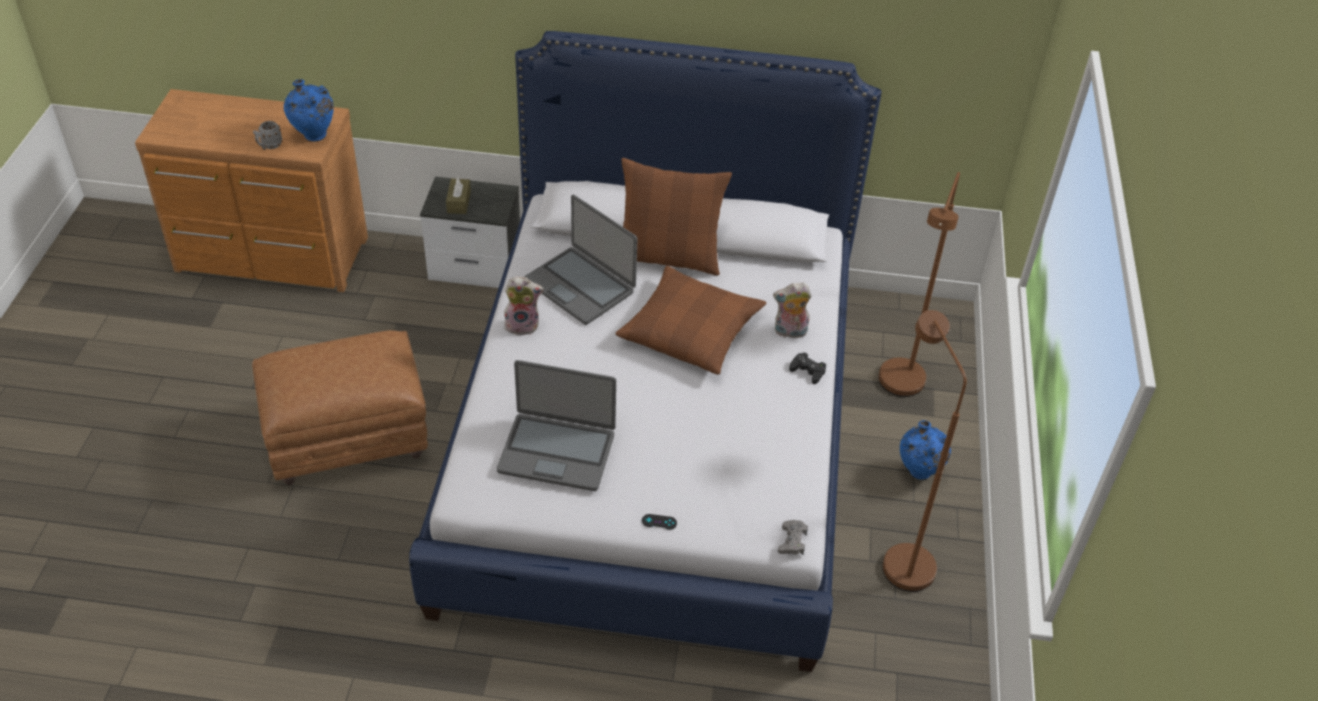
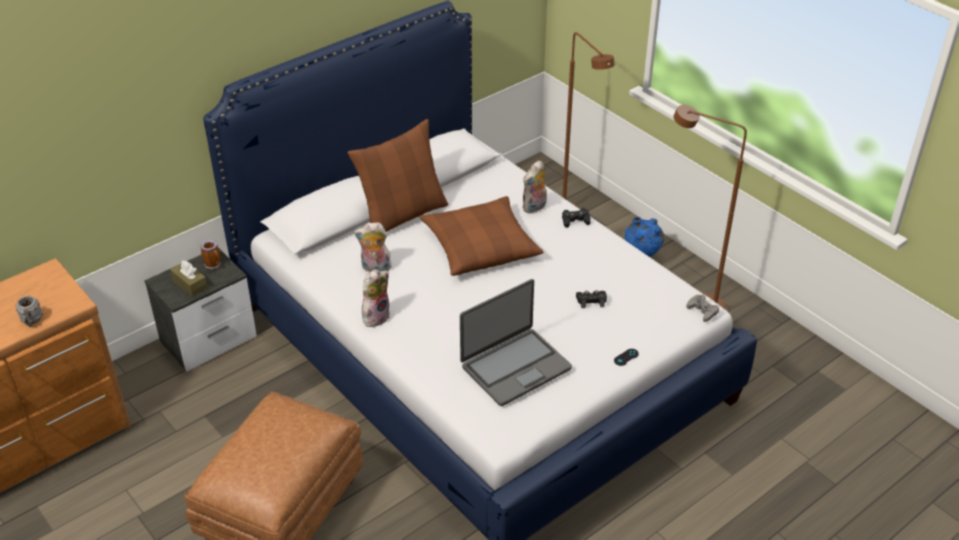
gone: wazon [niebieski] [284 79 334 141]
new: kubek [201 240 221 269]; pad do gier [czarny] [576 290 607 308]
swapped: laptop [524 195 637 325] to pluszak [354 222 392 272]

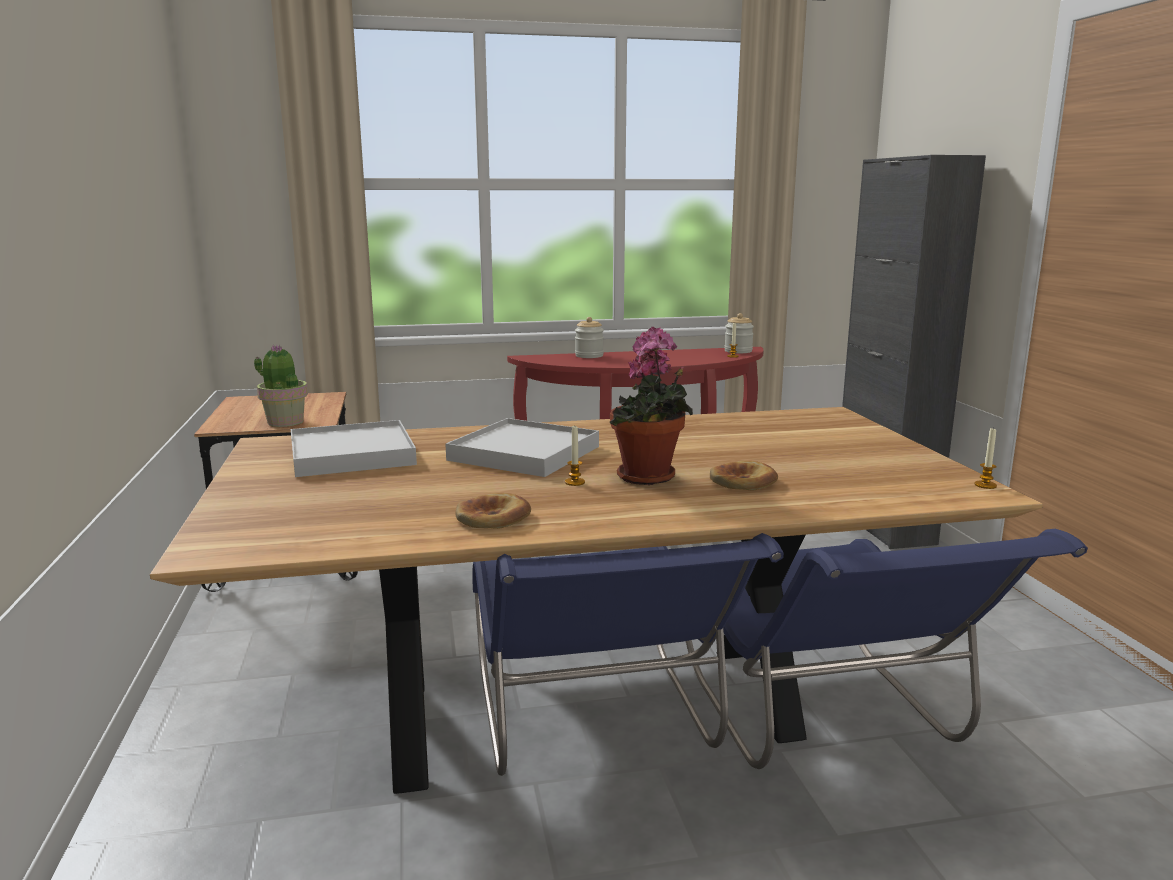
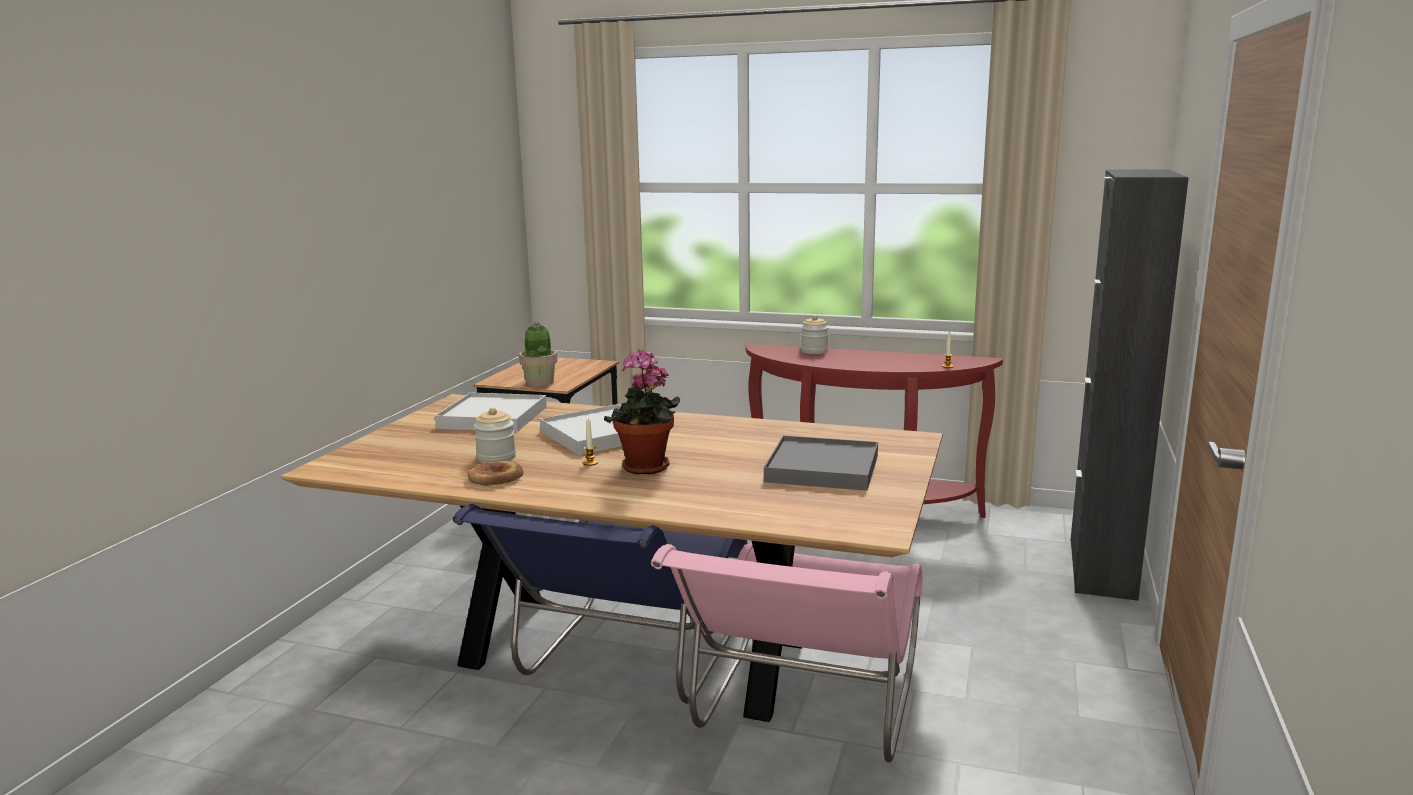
gone: chleb [710 461 778 490]; świeca [974 427 997 489]
new: taca [szary] [764 436 878 491]
shifted: słoik [724 313 754 353] to [474 407 516 463]
repainted: krzesło [niebieski] [686 529 1088 769] to krzesło [różowy] [651 543 923 763]

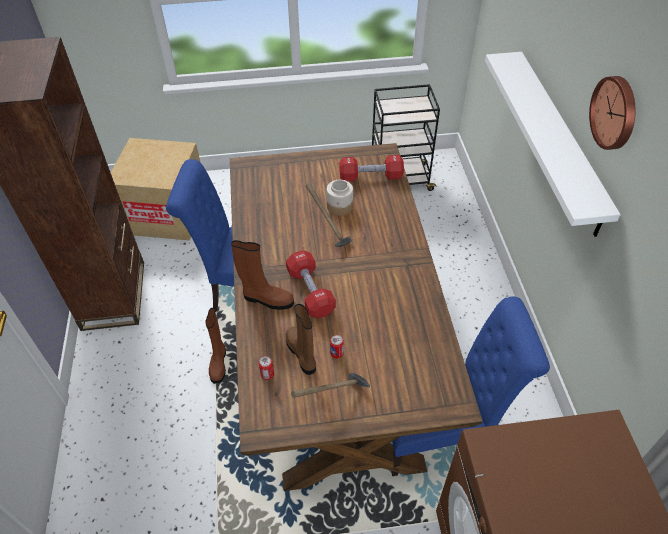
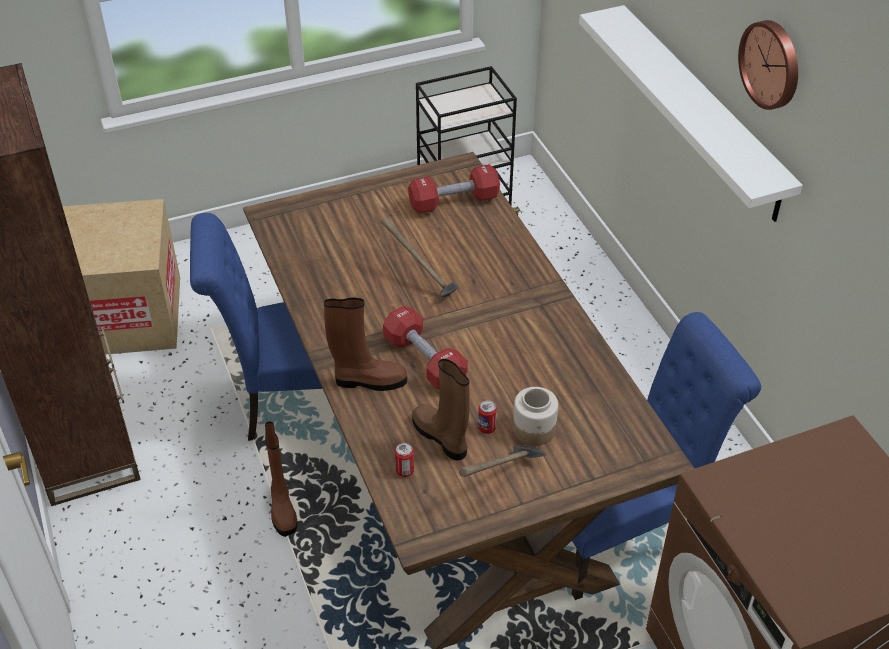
shifted: słoik [326 180 353 216] to [513 387 558 446]

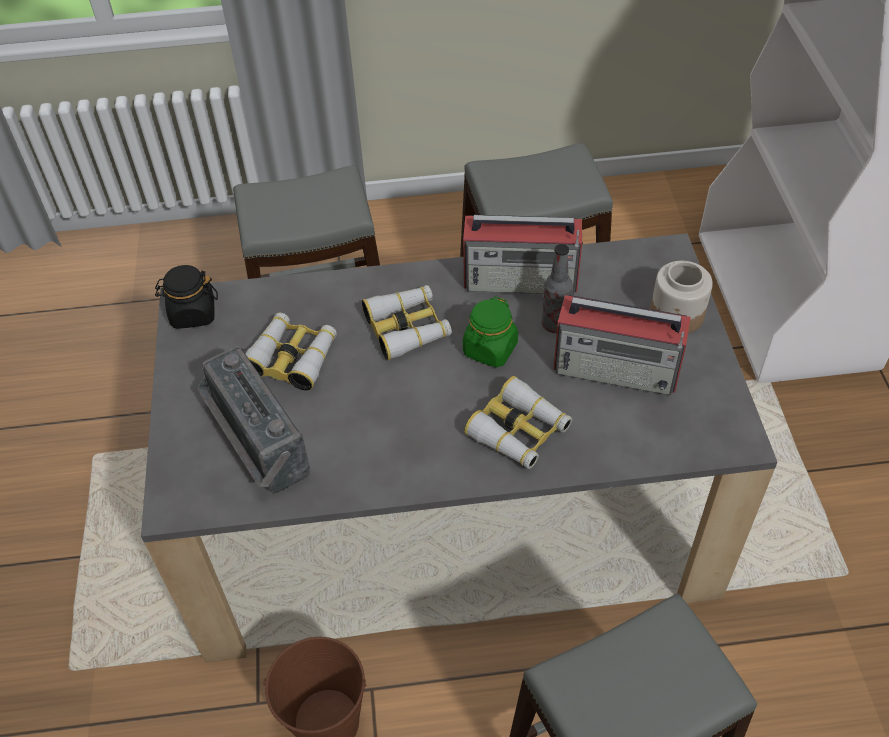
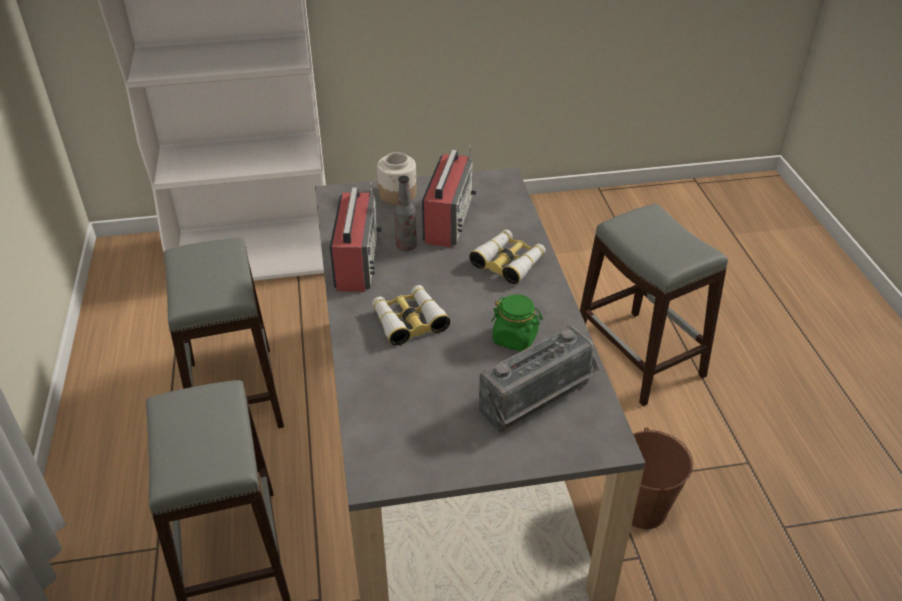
gone: słoik [czarny] [155 265 218 329]; lornetka [245 312 337 391]
shifted: słoik [zielony] [463 297 518 367] to [491 294 543 352]

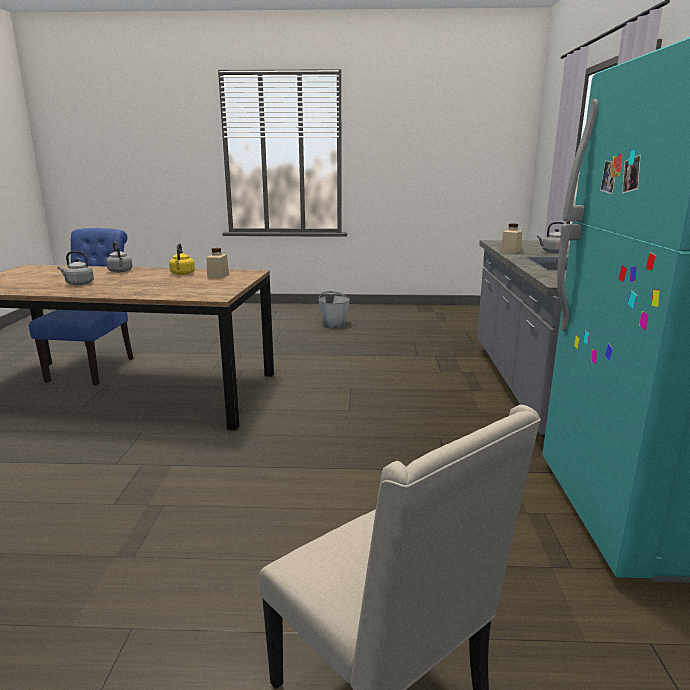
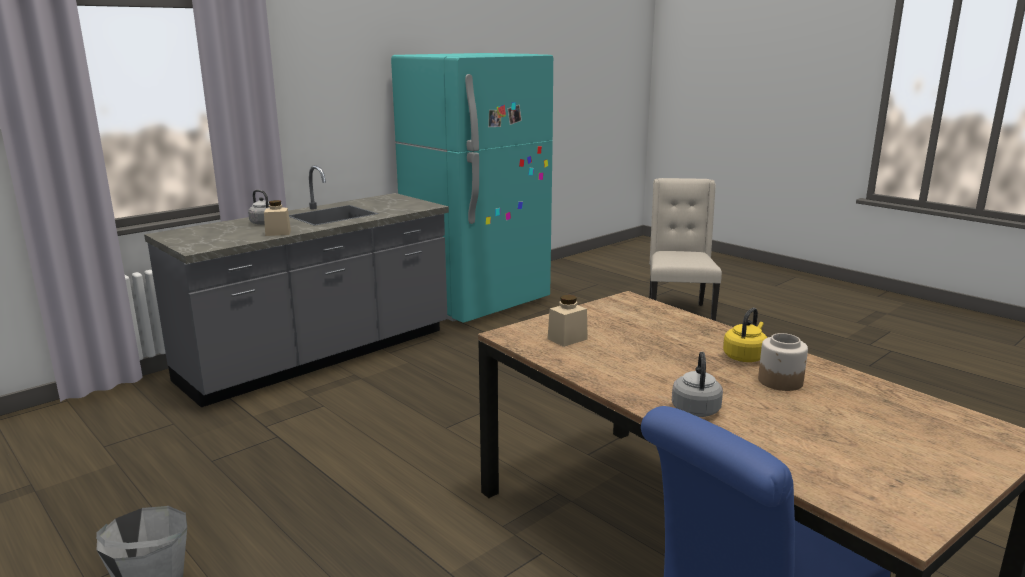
shifted: czajnik [żółty] [169 243 195 275] to [723 308 767 362]
swapped: czajnik [szary] [57 251 94 285] to słoik [758 333 808 391]

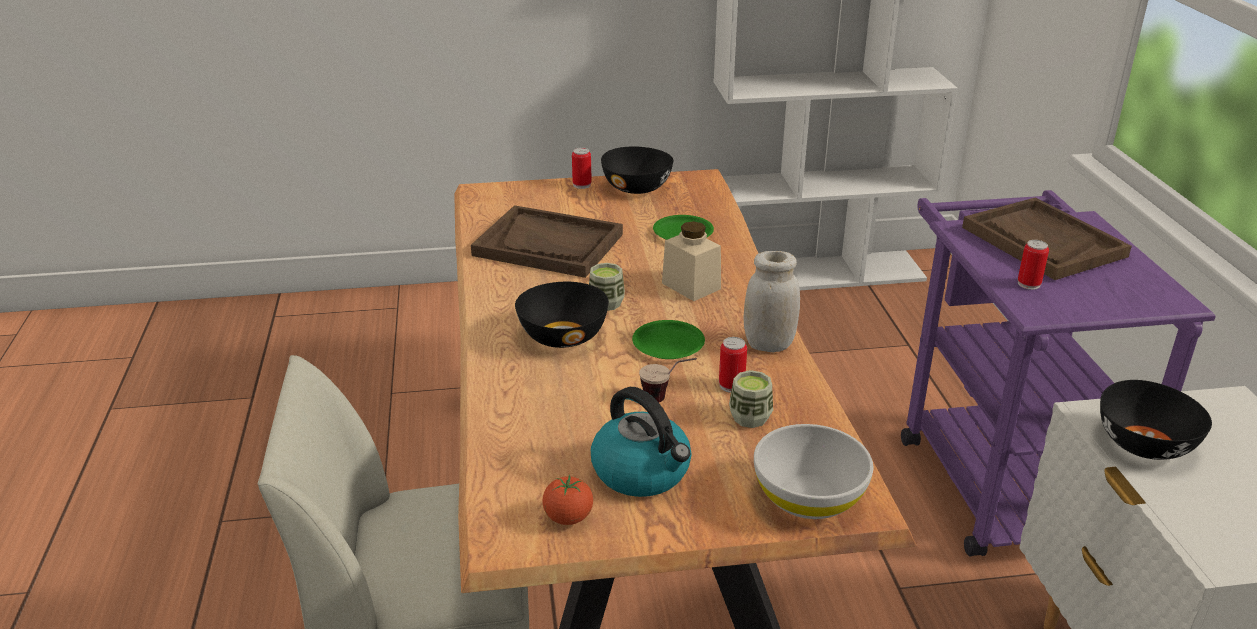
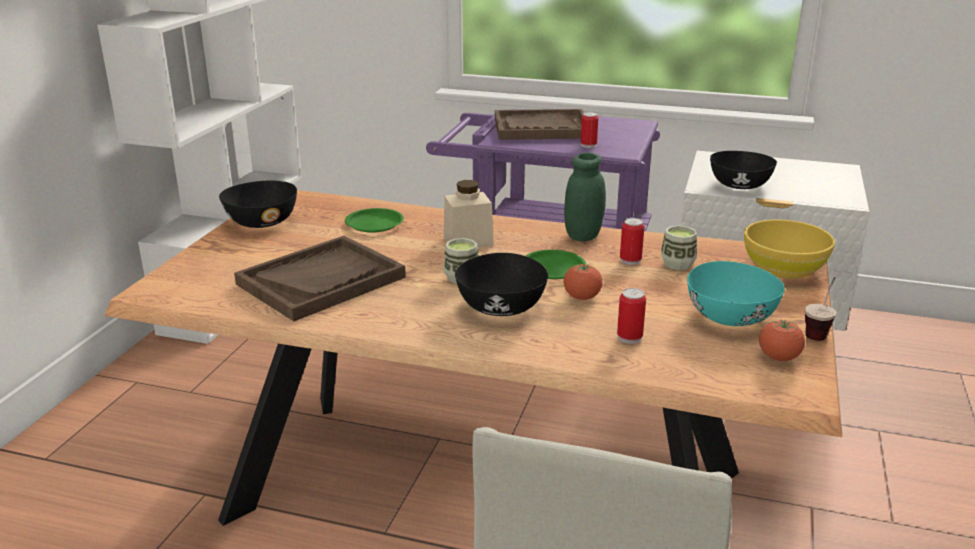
new: pomidor [563 264 603 300]
shifted: puszka [572 148 592 189] to [617 288 646 344]; filiżanka [639 358 697 403] to [805 277 836 341]
swapped: czajnik [591 387 691 497] to miska [turkusowy] [687 261 785 326]
repainted: słoik [biały] [744 251 800 352] to słoik [zielony] [564 153 606 242]; miska [biały] [754 424 873 519] to miska [żółty] [744 219 835 279]

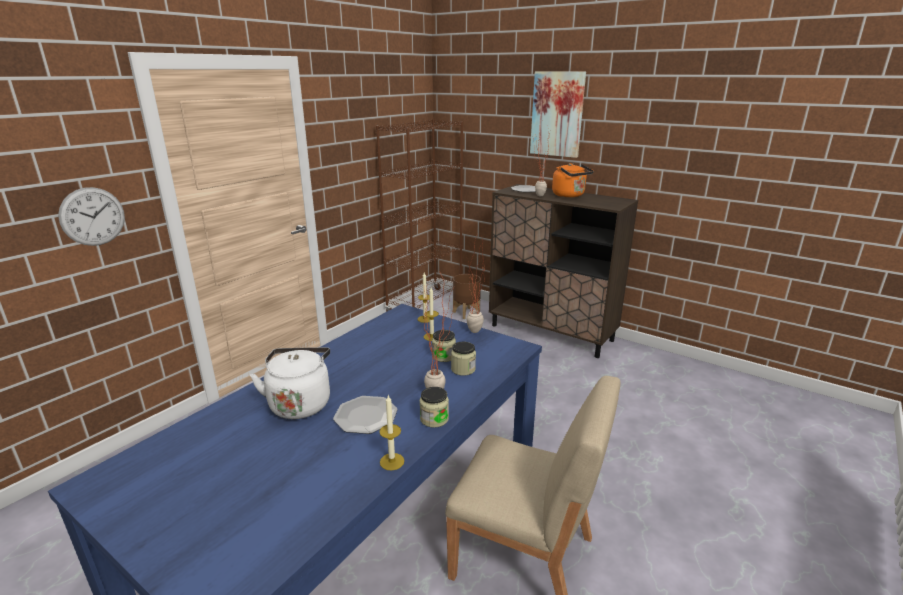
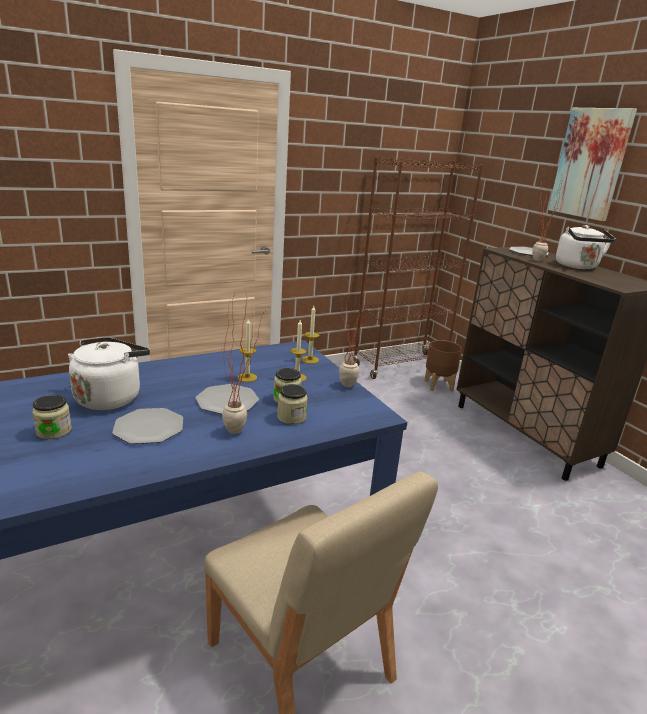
gone: zegar ścienny [58 187 125 246]
new: talerz [196 384 259 414]
shifted: świeca [379 395 404 470] to [238 319 257 382]; słoik [420 387 449 428] to [32 395 72 439]
repainted: czajnik [pomarańczowy] [552 163 594 197] to czajnik [biały] [556 225 616 269]

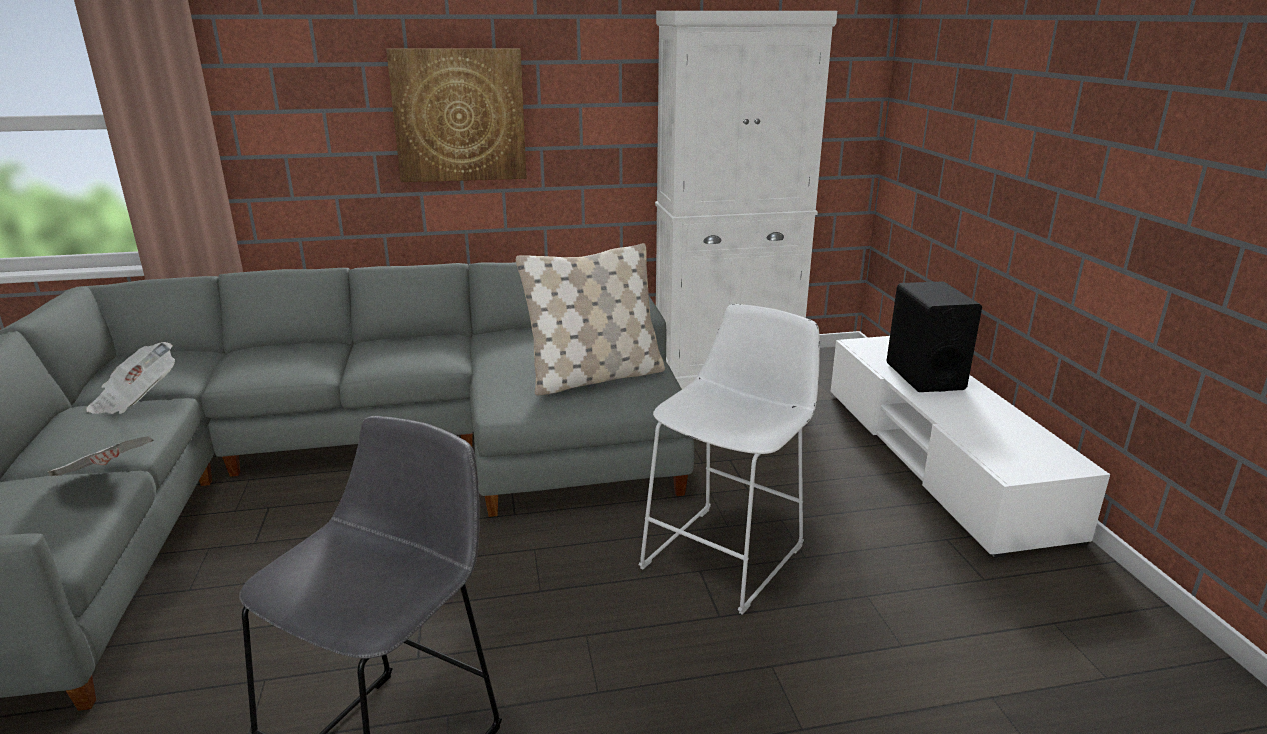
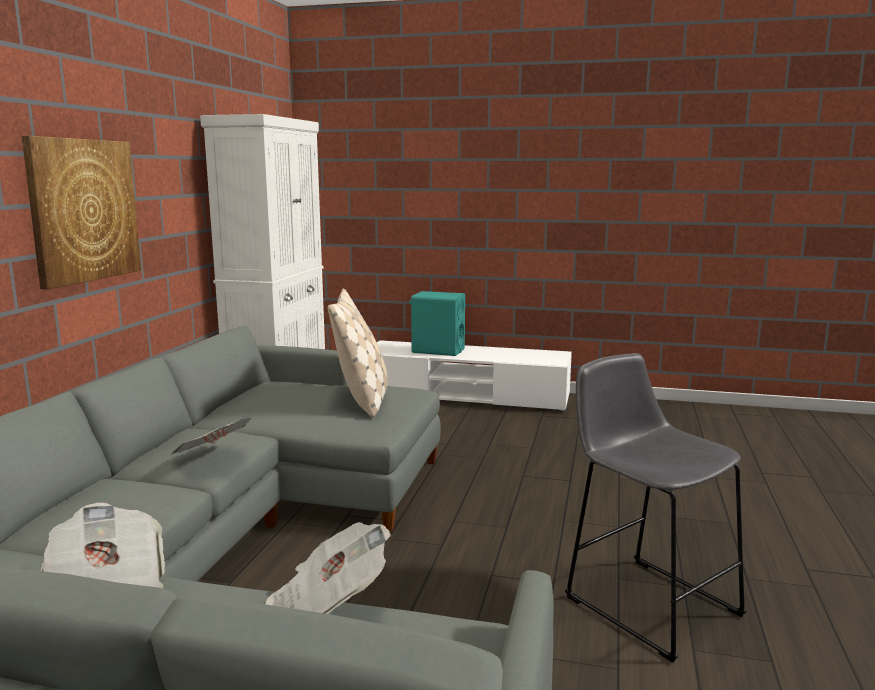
gone: stołek [biały] [638 304 820 615]
new: gazeta [170 418 252 455]
repainted: głośnik [czarny] [886 281 982 392] to głośnik [turkusowy] [409 291 465 356]

